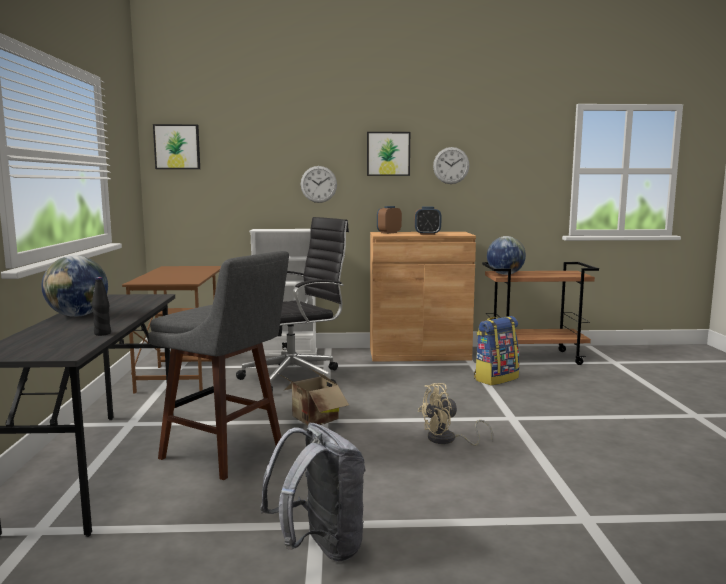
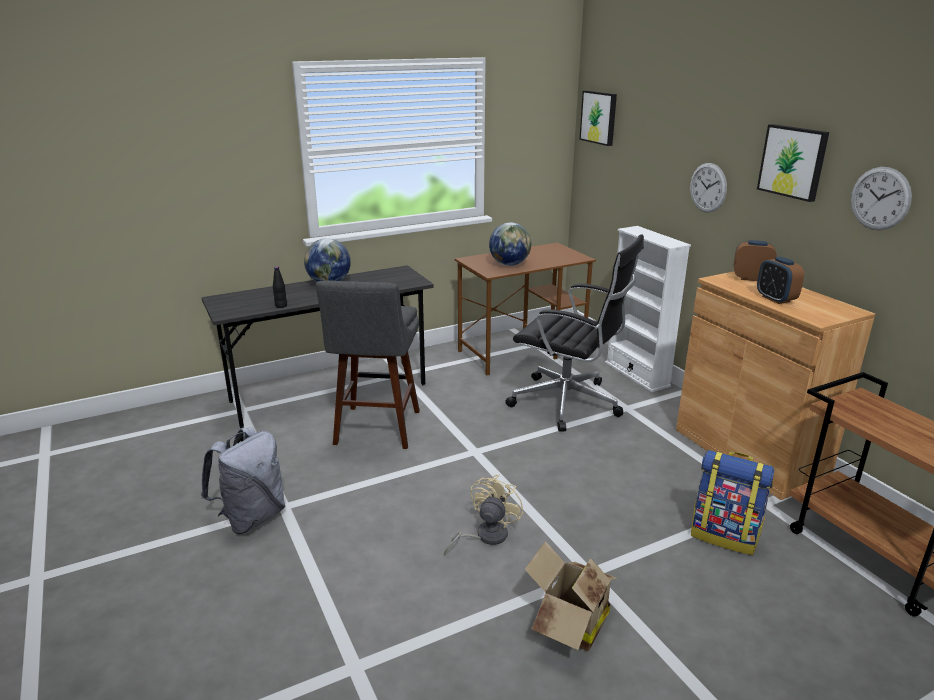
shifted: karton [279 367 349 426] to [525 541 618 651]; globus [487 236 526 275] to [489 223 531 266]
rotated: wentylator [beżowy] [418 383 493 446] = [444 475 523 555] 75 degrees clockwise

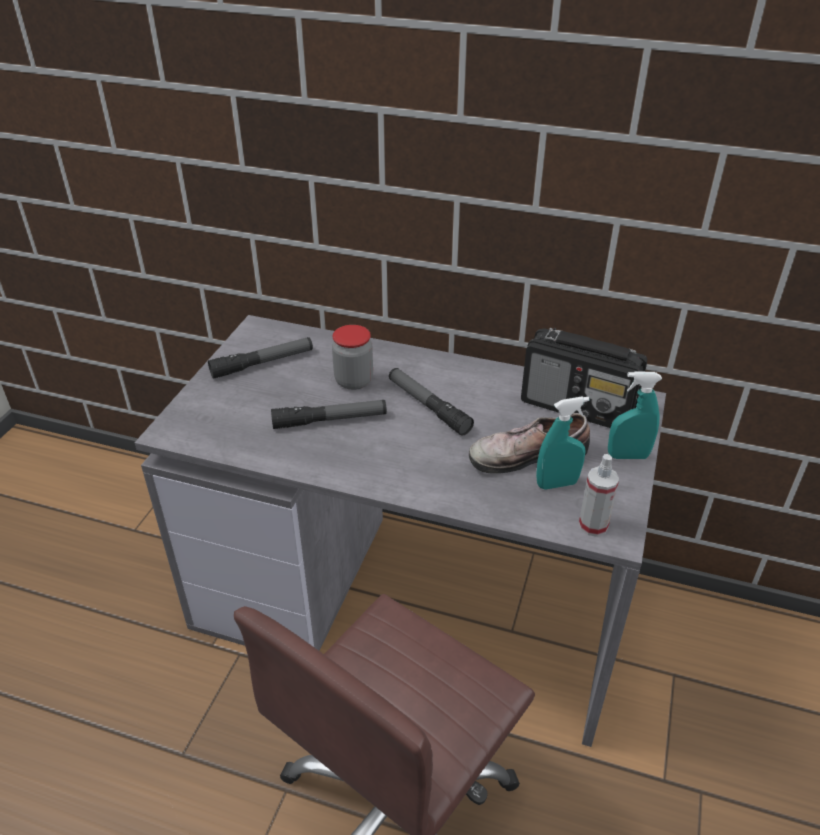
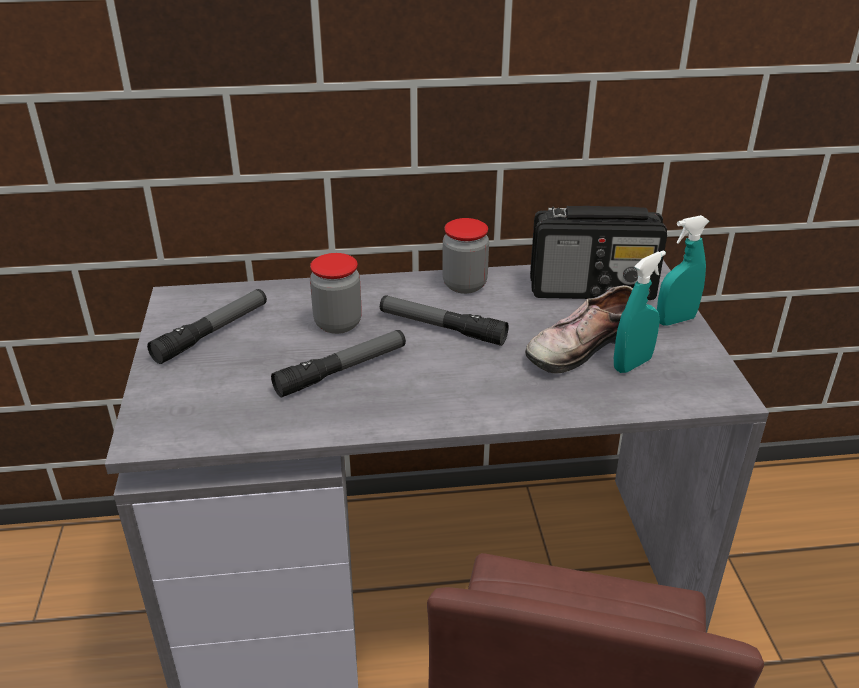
gone: spryskiwacz [579 454 619 537]
new: słoik [442 218 489 294]

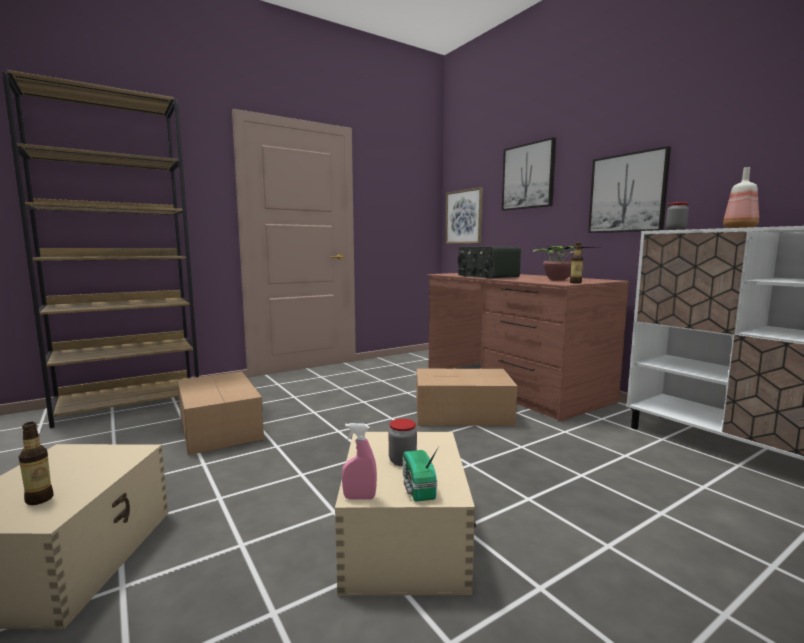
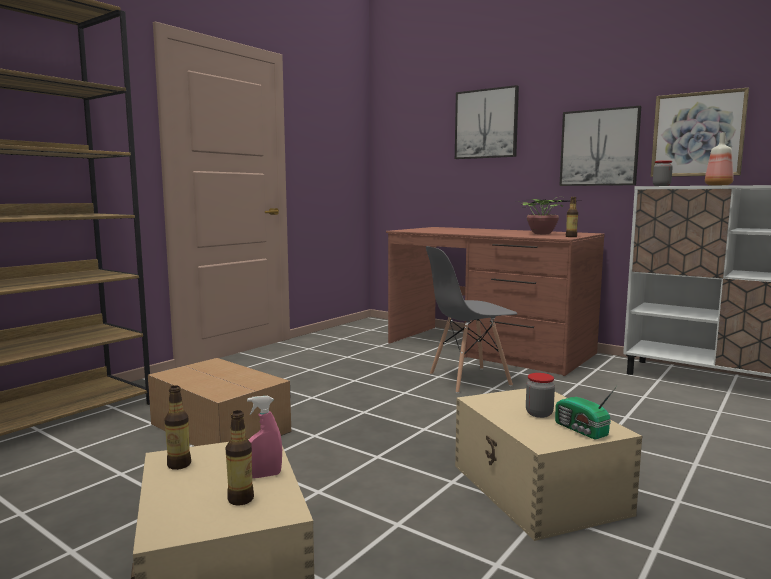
gone: radio [458 247 521 278]
new: butelka [164 385 191 470]
shifted: spryskiwacz [różowy] [342 423 377 500] to [247 396 282 478]; obraz [445 187 483 244] to [651 88 749 177]
swapped: karton [416 369 517 426] to krzesło [szary] [426 246 518 393]

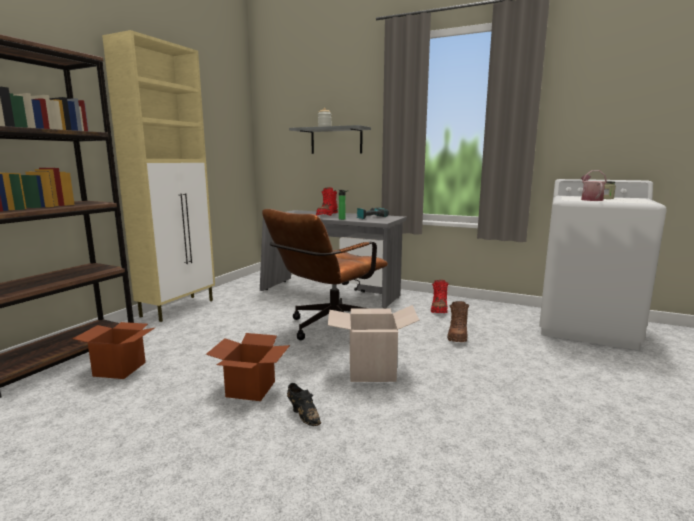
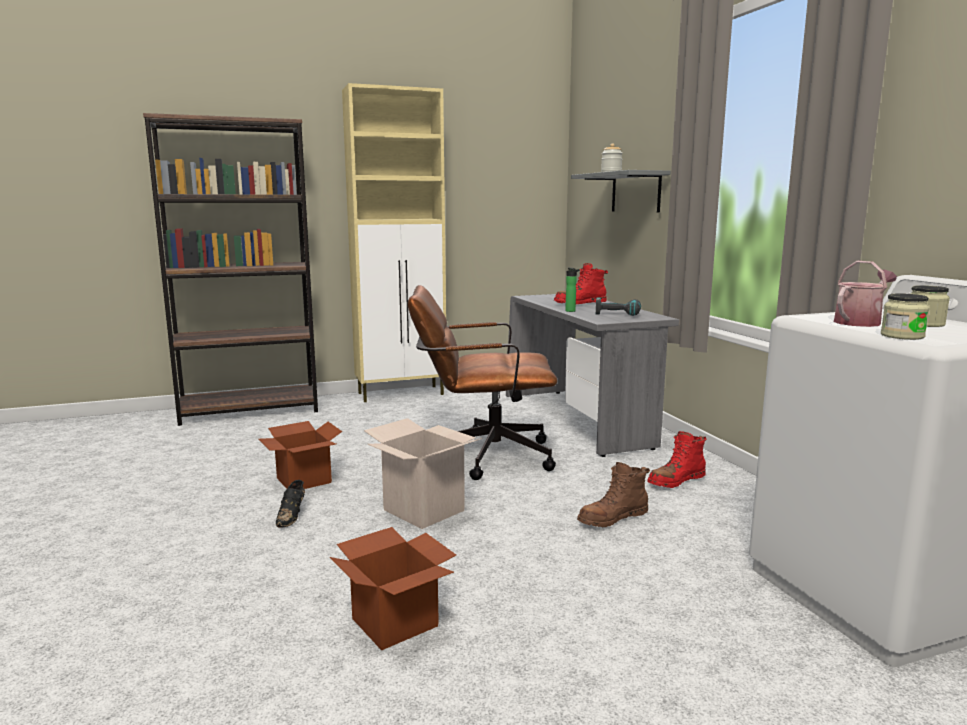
new: słoik [881 293 930 340]
shifted: karton [72 322 156 379] to [329 527 456 651]

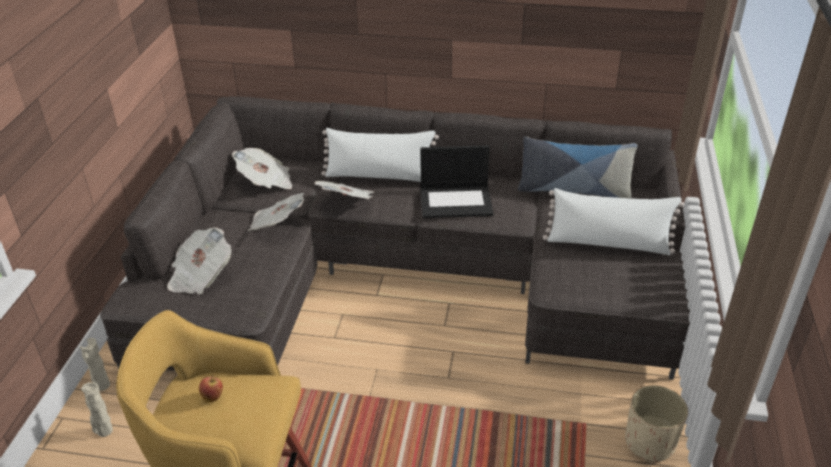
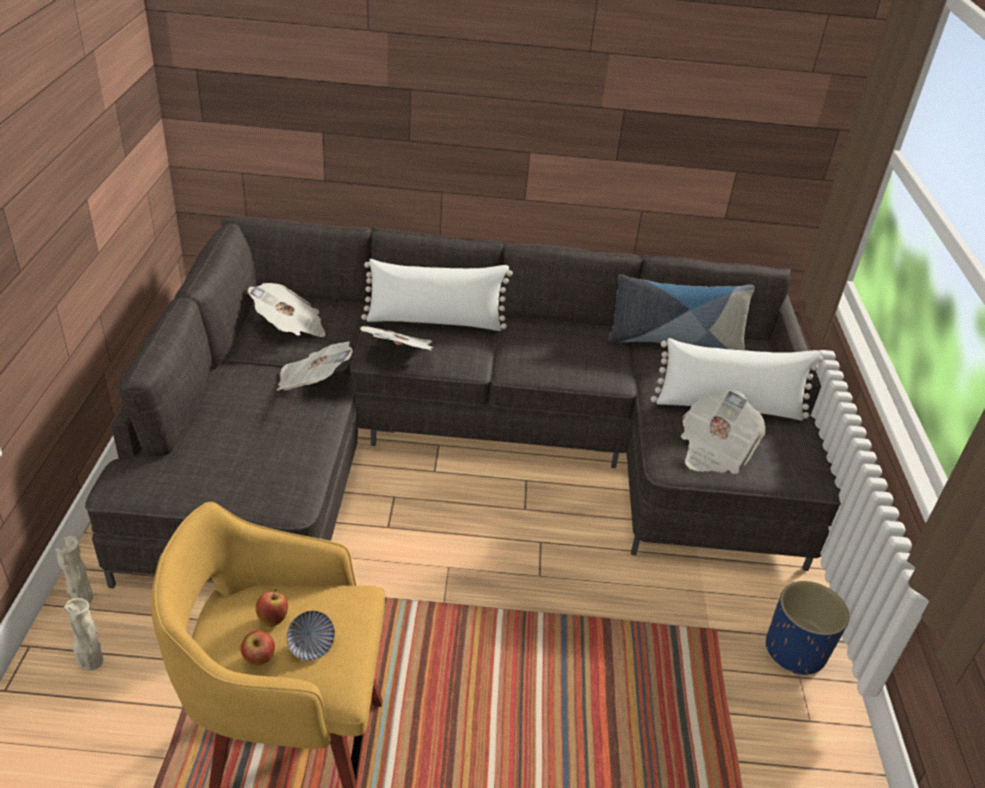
gone: laptop [420 145 494 218]
new: jabłko [240 630 275 665]; miska [286 610 335 661]
shifted: gazeta [167 227 231 295] to [681 390 766 474]
repainted: donica [beżowy] [625 385 688 462] to donica [niebieski] [765 581 849 676]

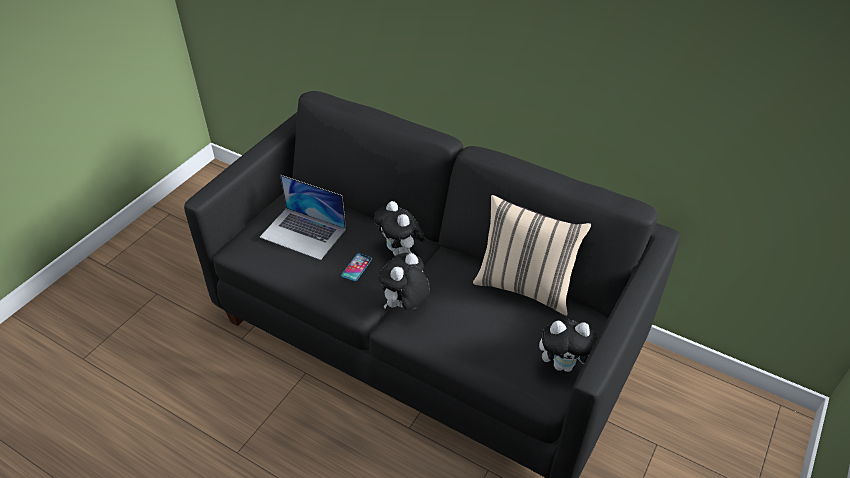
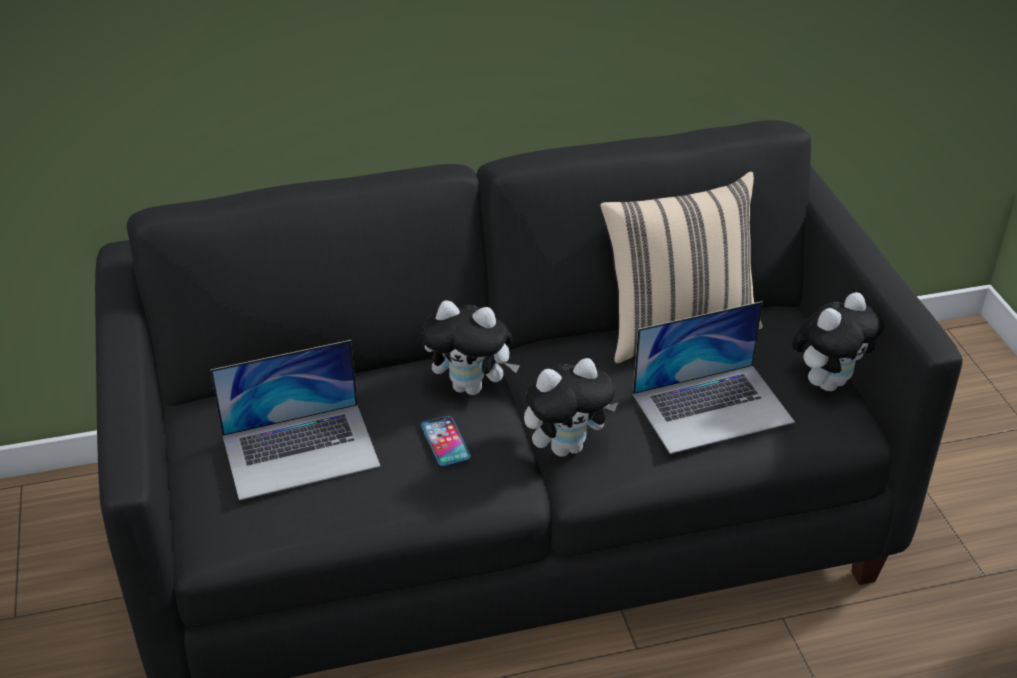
new: laptop [633 301 795 454]
rotated: pluszak [378 253 430 310] = [524 358 619 457] 105 degrees counterclockwise

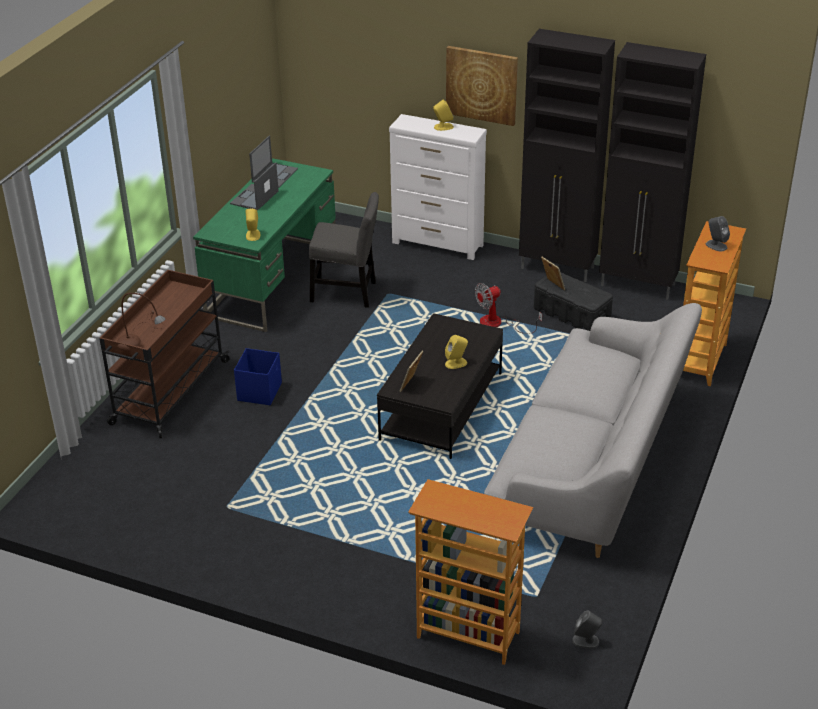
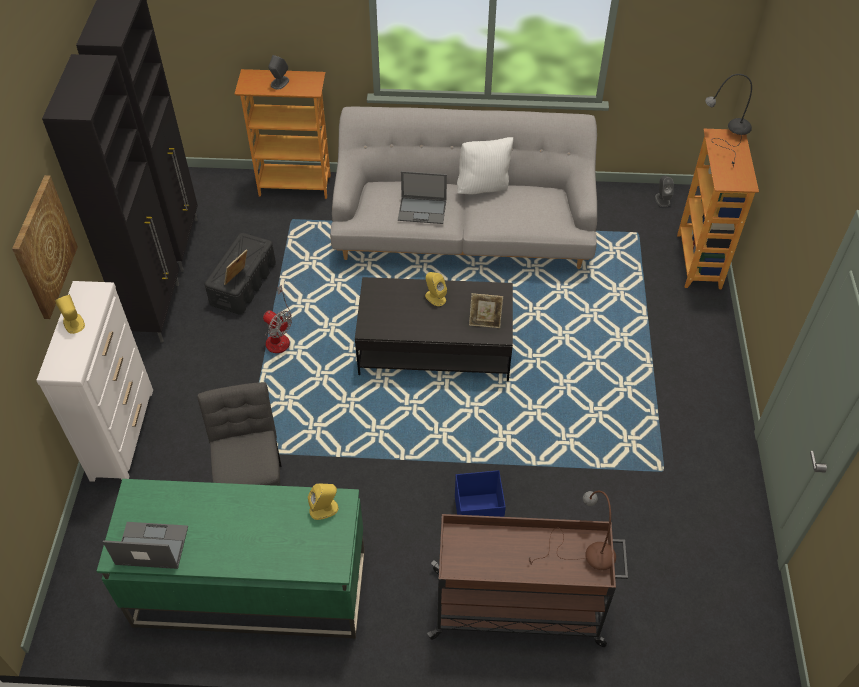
new: poduszka [biały] [457 137 513 194]; lampa stołowa [szary] [705 74 752 167]
shifted: laptop [230 162 279 211] to [398 171 447 224]

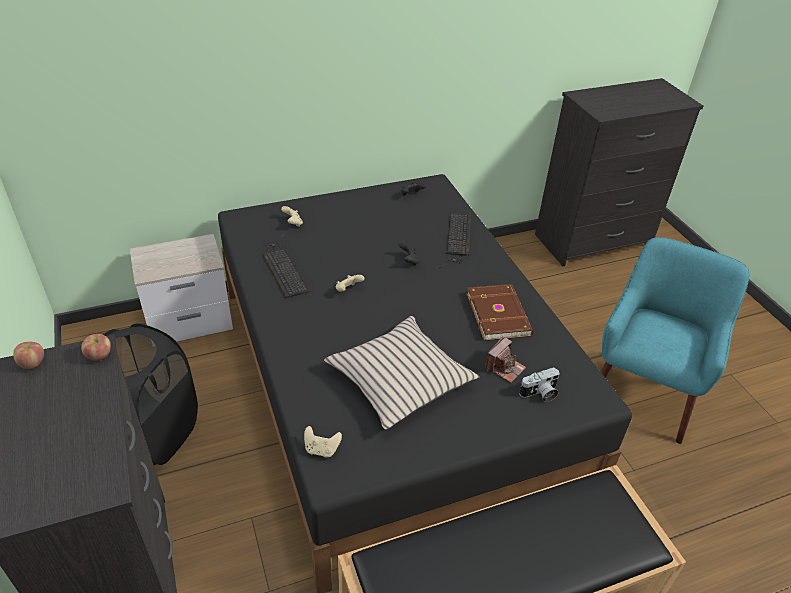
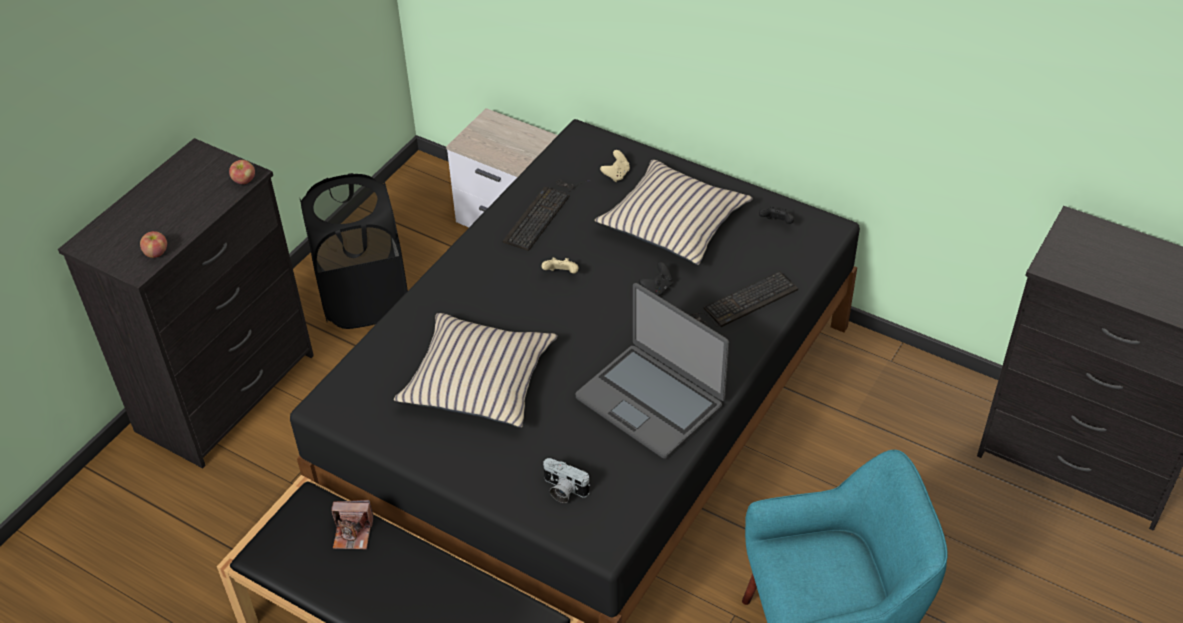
gone: pad do gier [beżowy] [304 426 342 457]
new: poduszka [beżowy] [595 160 753 265]
shifted: jabłko [13 342 44 369] to [140 231 167 258]; aparat fotograficzny [485 336 526 383] to [331 500 373 549]
swapped: książka [brązowy] [466 284 533 341] to laptop [576 283 729 459]

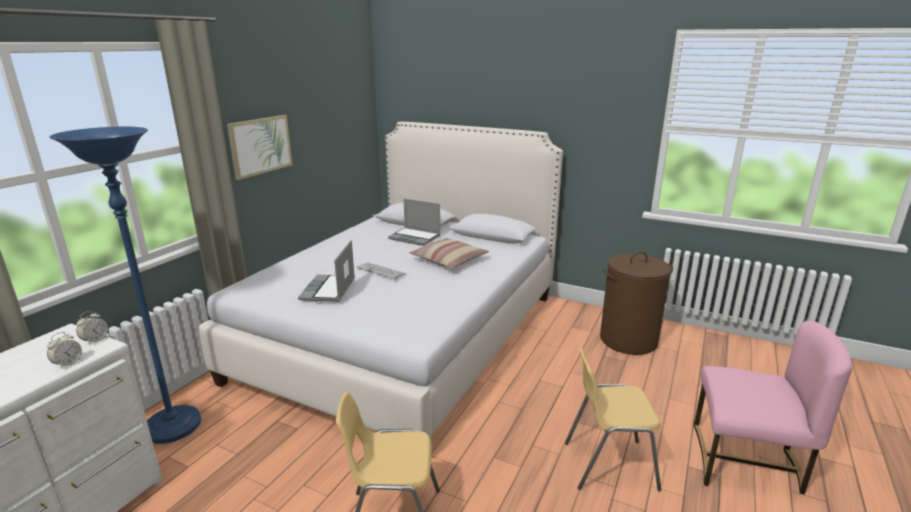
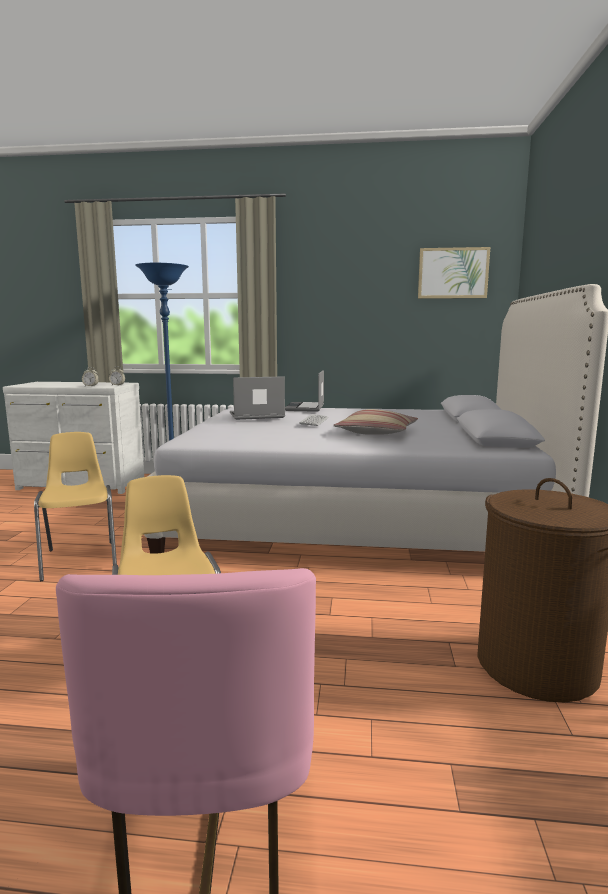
shifted: obraz [227 115 292 180] to [418 247 490 299]; laptop [388 199 441 246] to [285 370 324 412]

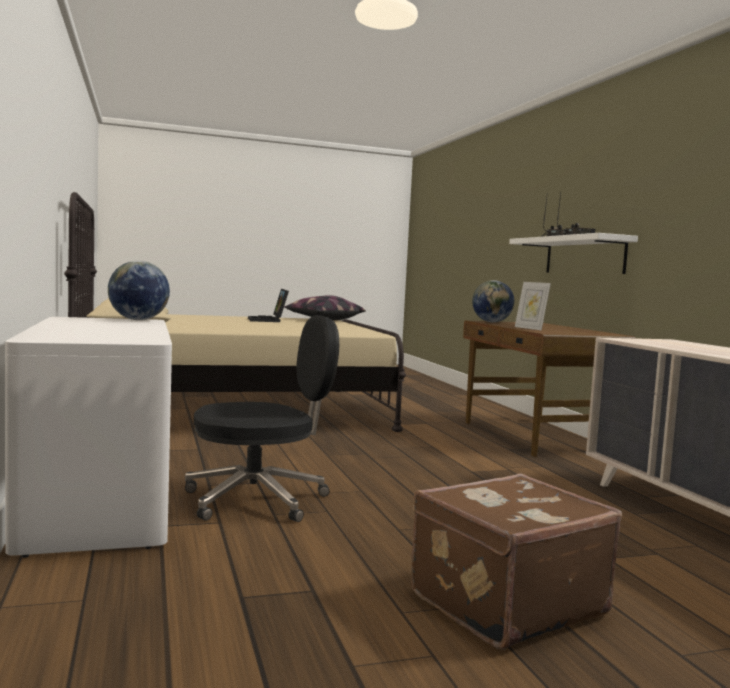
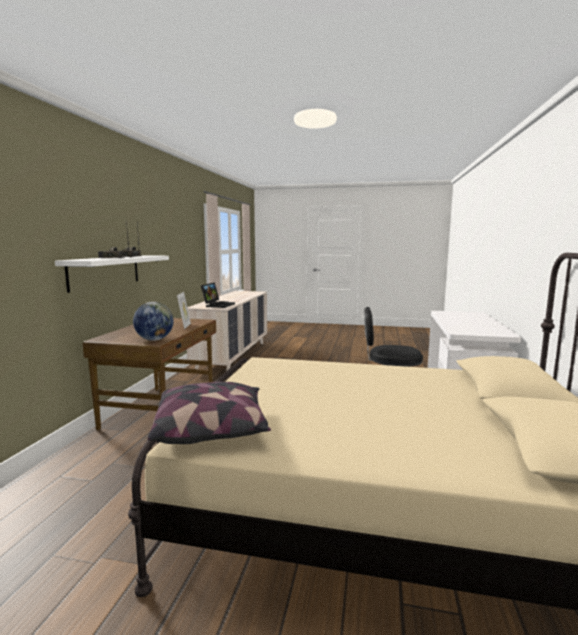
gone: globus [108 260 170 320]; walizka [brązowy] [410 473 622 649]
shifted: laptop [248 289 289 322] to [201 282 235 308]

